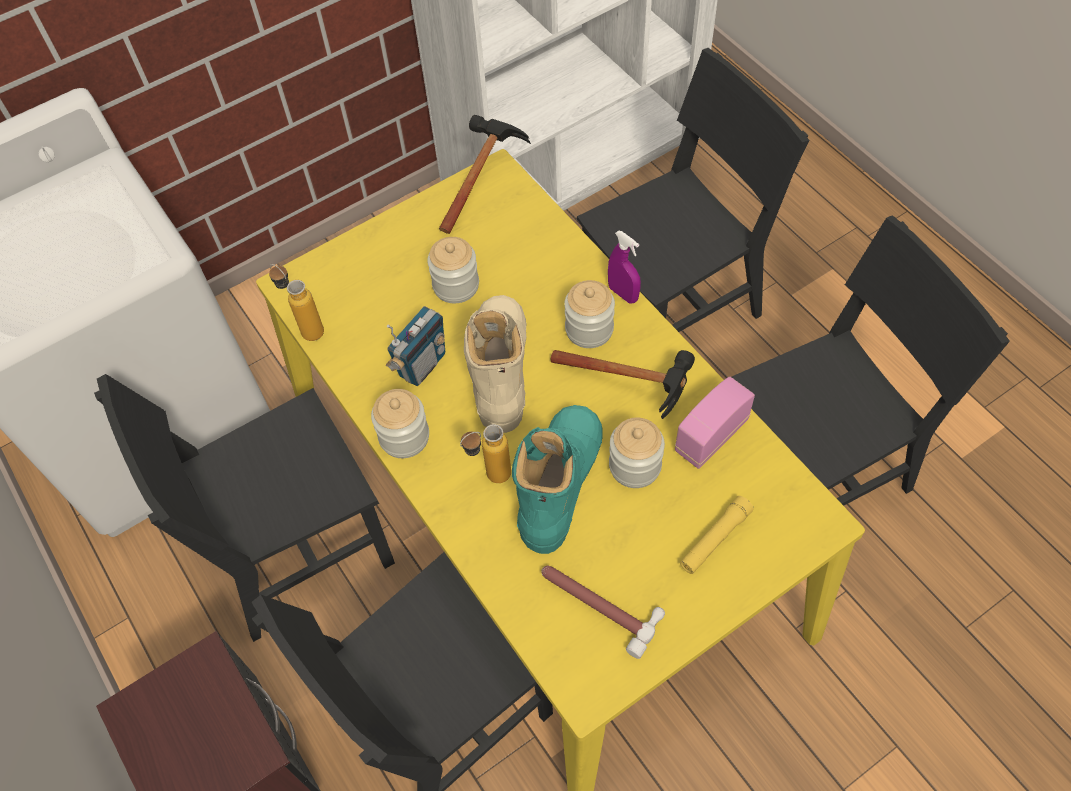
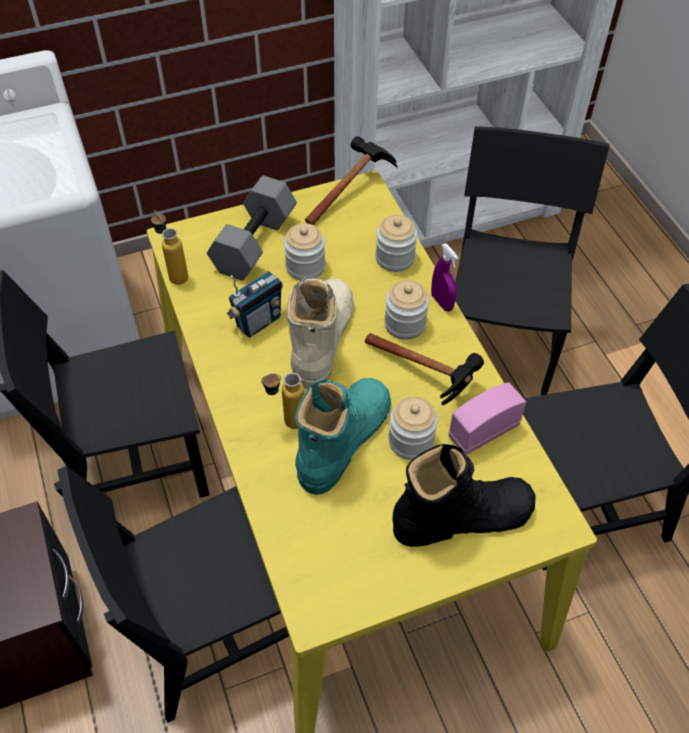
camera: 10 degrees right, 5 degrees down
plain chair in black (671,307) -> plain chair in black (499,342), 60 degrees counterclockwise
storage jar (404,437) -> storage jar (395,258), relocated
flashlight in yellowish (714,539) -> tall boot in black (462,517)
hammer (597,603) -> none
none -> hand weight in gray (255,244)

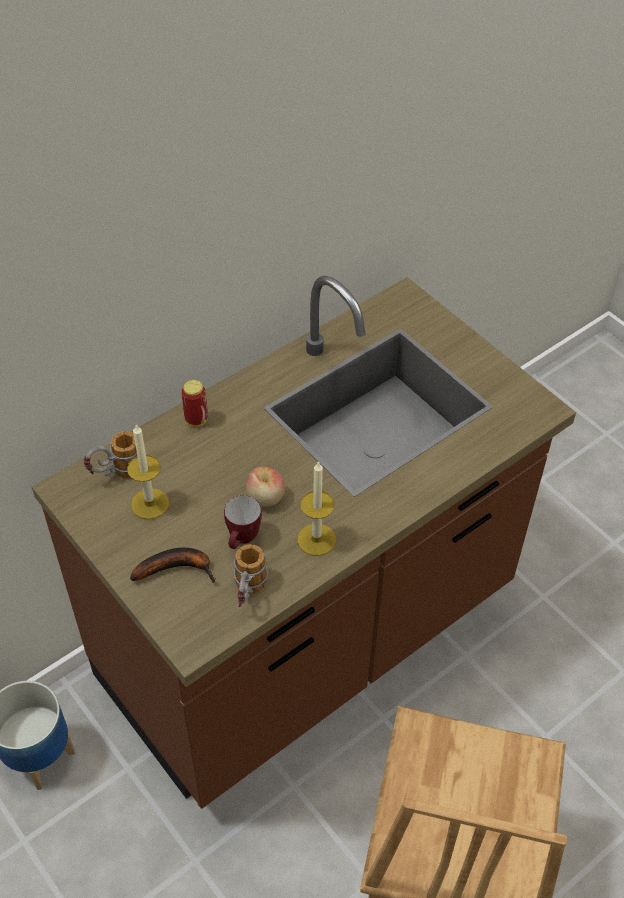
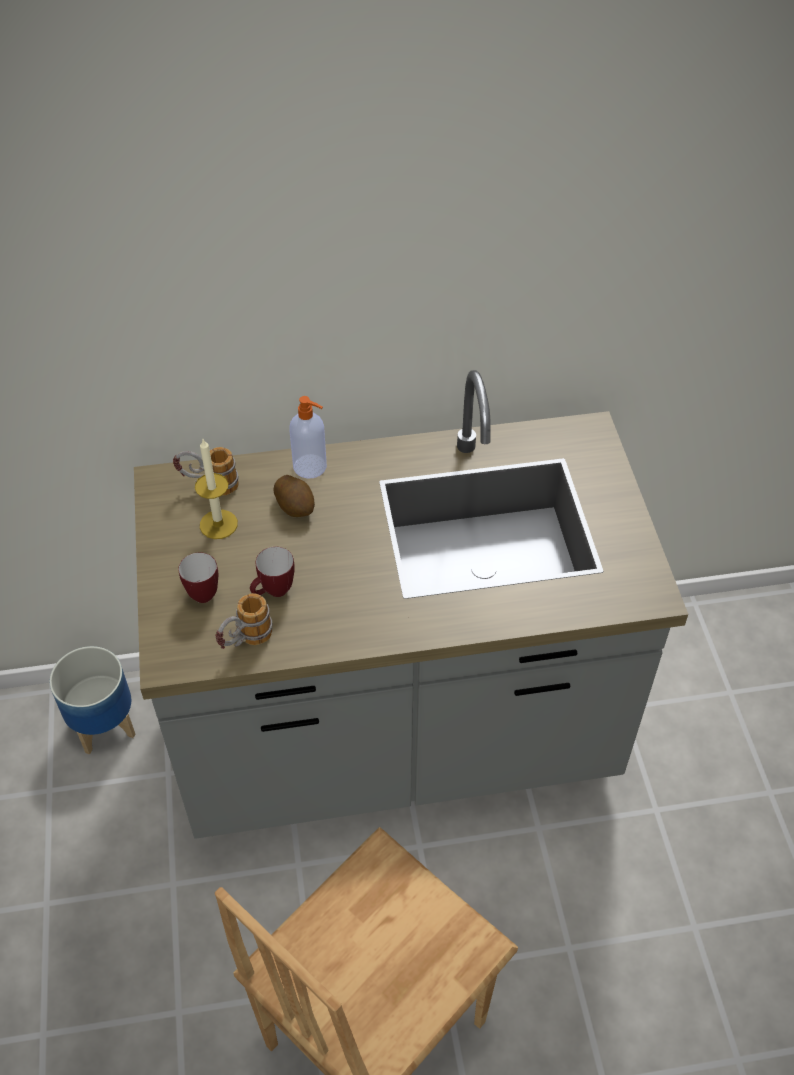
camera: 30 degrees right, 0 degrees up
kitchen counter in brown (309,638) -> kitchen counter in gray (397,737)
metal can (196,420) -> liquid soap bottle (311,467)
candle (316,539) -> none
whole apple (265,498) -> none
banana (177,568) -> mug (201,591)
none -> spud (295,506)

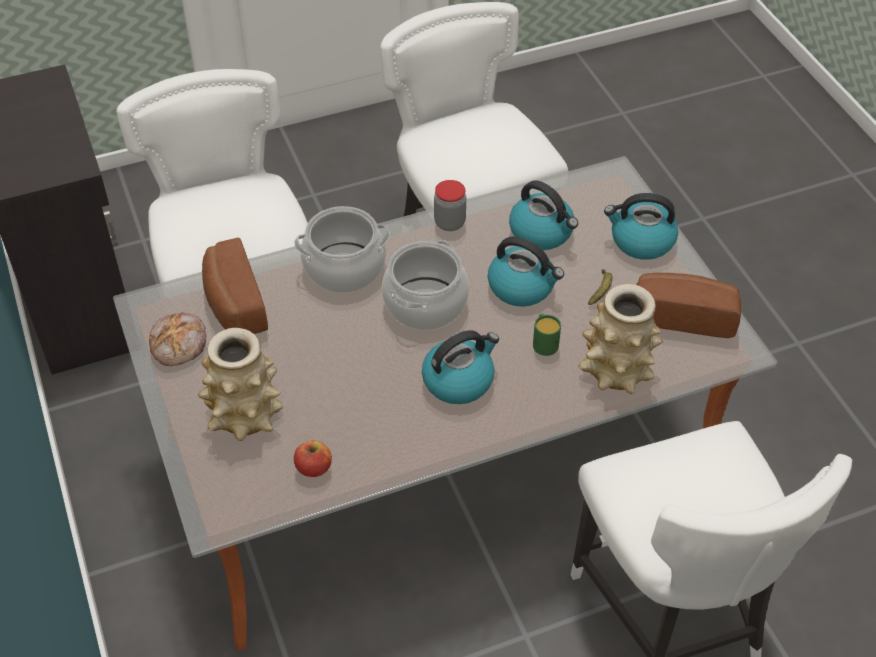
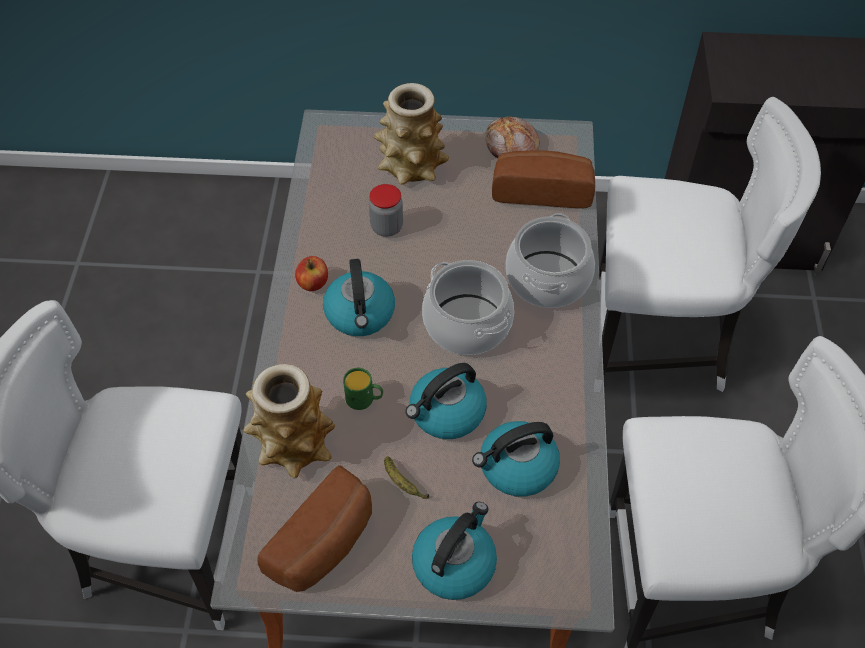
camera: 115 degrees right, 5 degrees up
storage jar (449,223) -> storage jar (386,227), relocated
whole apple (313,468) -> whole apple (313,283), relocated

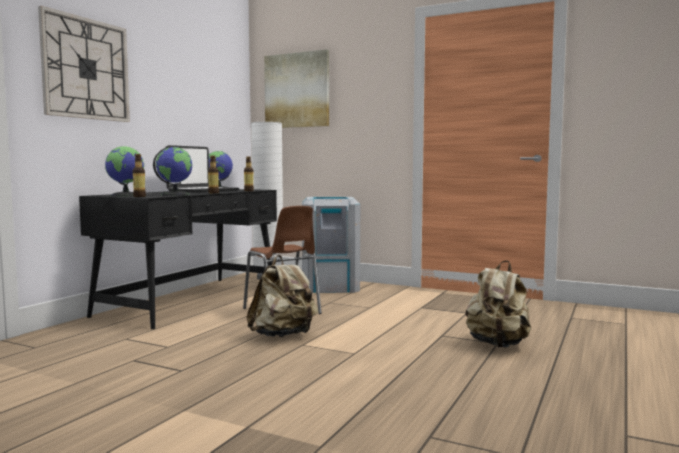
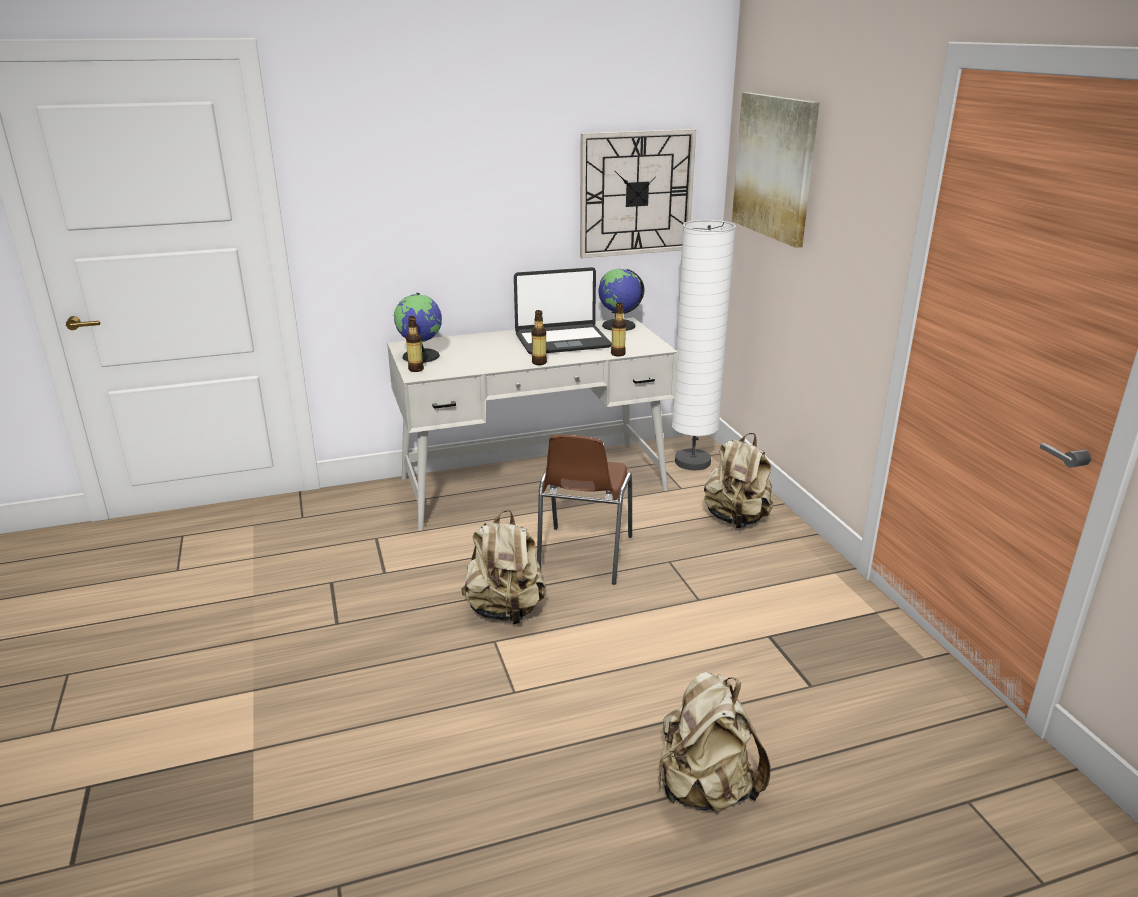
camera: 45 degrees right, 20 degrees up
hanging clock (86,69) -> hanging clock (636,193), relocated
globe (175,194) -> none
desk in black (193,300) -> desk in white (533,484)
trash can in gray (330,286) -> rucksack in sand-coloured (736,519)

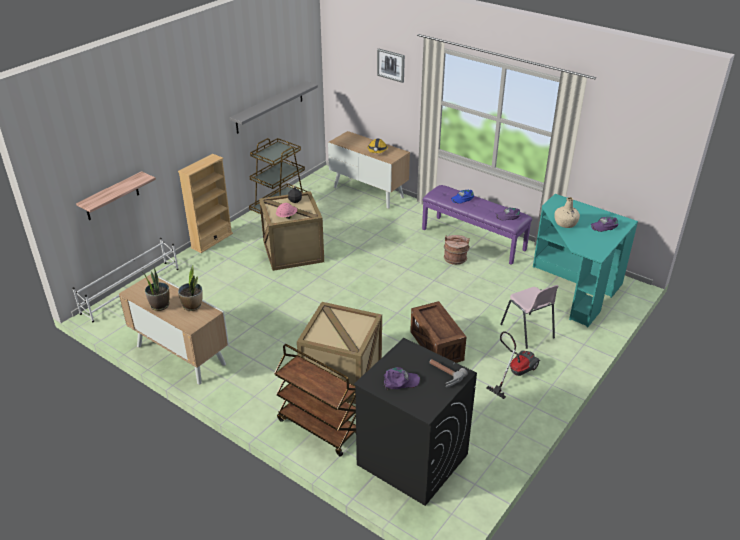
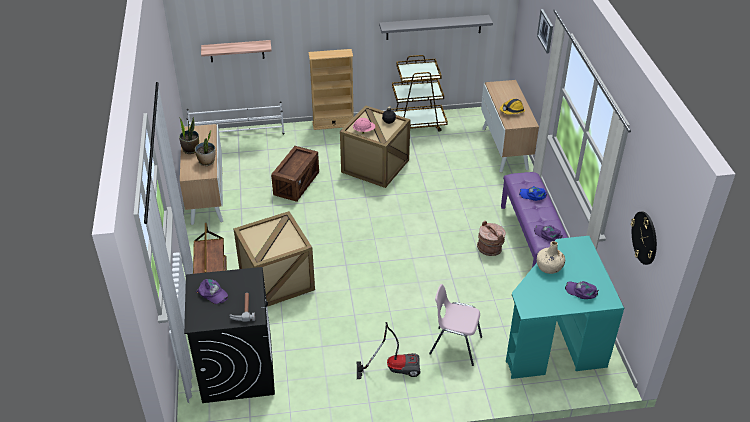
camera: 45 degrees right, 5 degrees up
plain chair in pink (527,331) -> plain chair in pink (455,345), 90 degrees clockwise
shipping crate (436,346) -> shipping crate (296,183), relocated
none -> hanging clock (644,238)

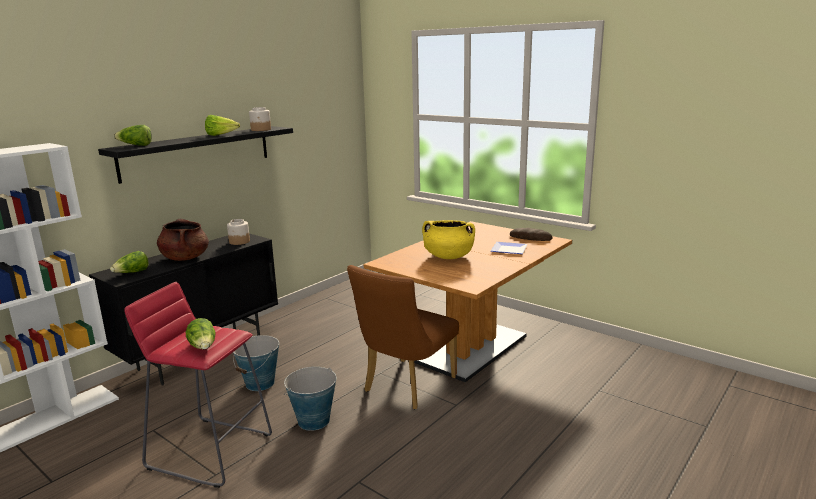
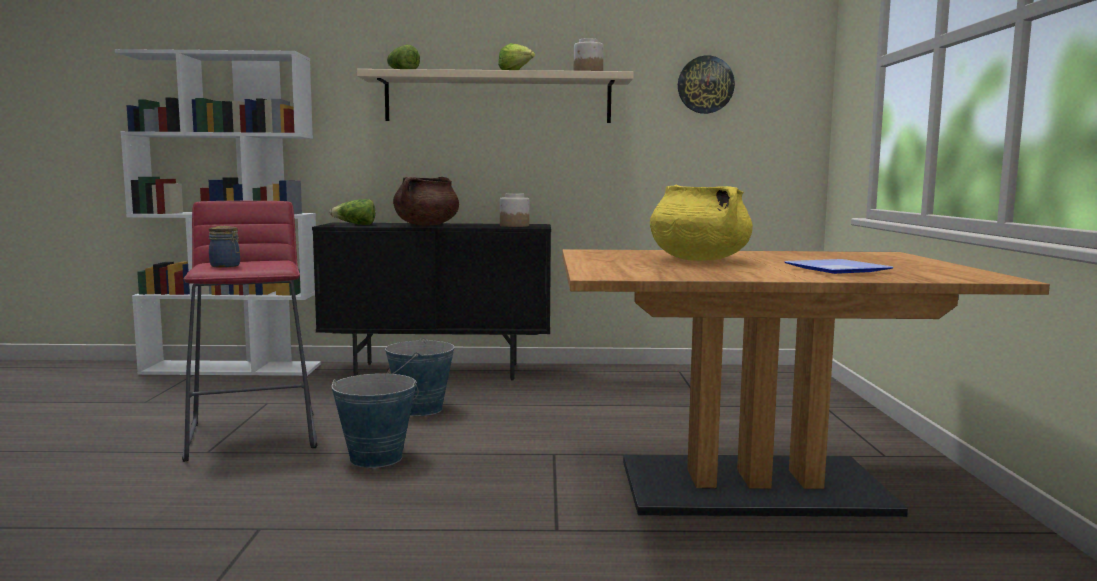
camera: 50 degrees right, 10 degrees down
wall shelf in black (197,152) -> wall shelf in sand-coloured (498,99)
baked bread (530,238) -> none
plain chair in brown (405,387) -> none
head of lettuce (203,347) -> storage jar (226,266)
none -> hanging clock (705,85)

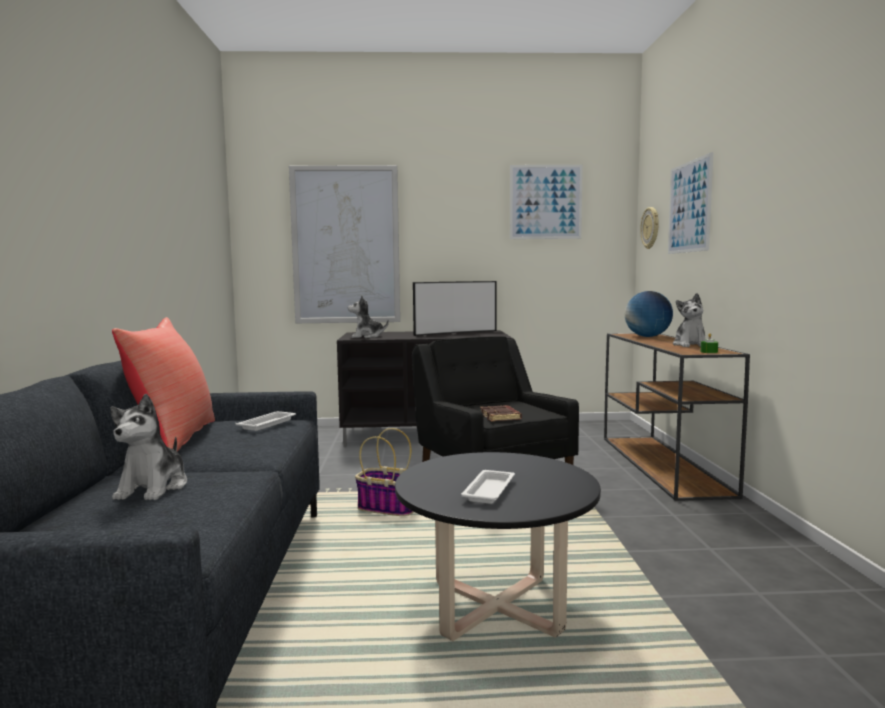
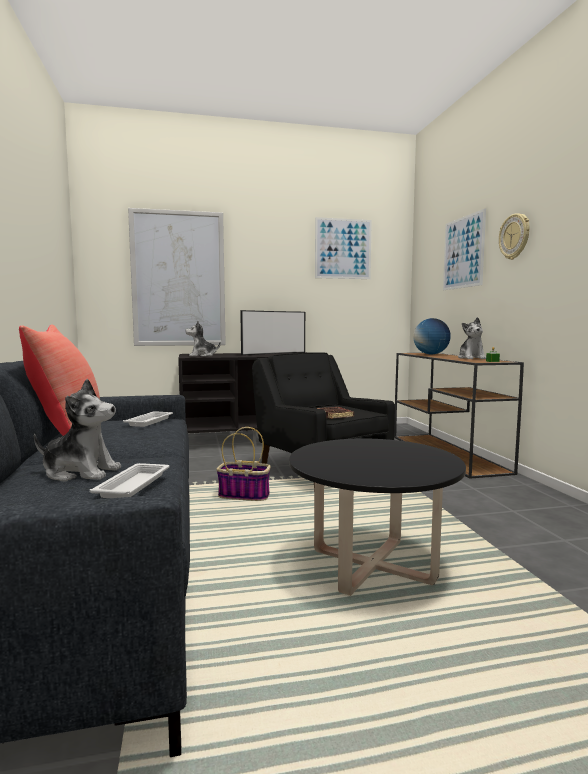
camera: 10 degrees left, 0 degrees up
hanging clock (650,228) -> hanging clock (514,236), relocated
cuddly toy (153,488) -> cuddly toy (80,472), 75 degrees counterclockwise
tray in white (489,490) -> tray in white (134,485), relocated

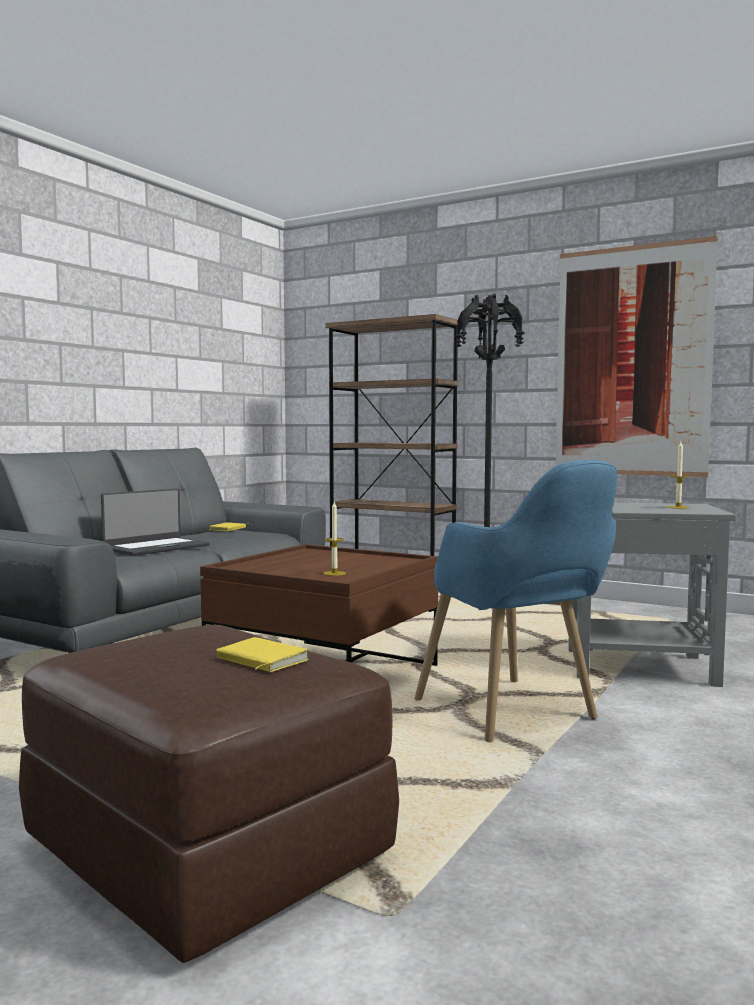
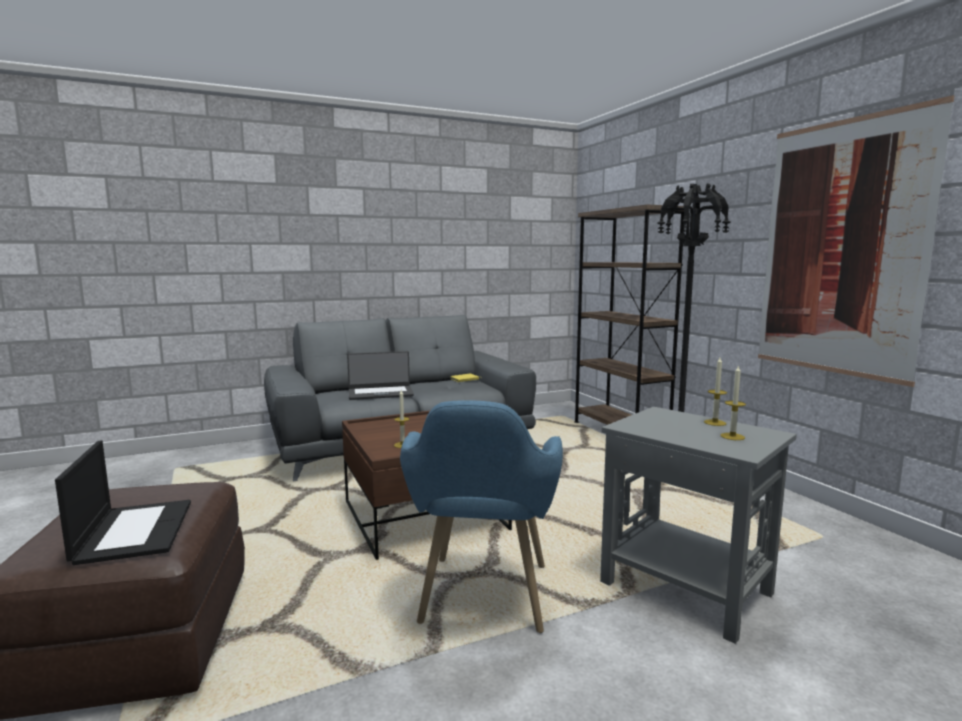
camera: 35 degrees right, 5 degrees up
bound book in yellowish (260,660) -> portable computer (134,531)
none -> candle (715,422)

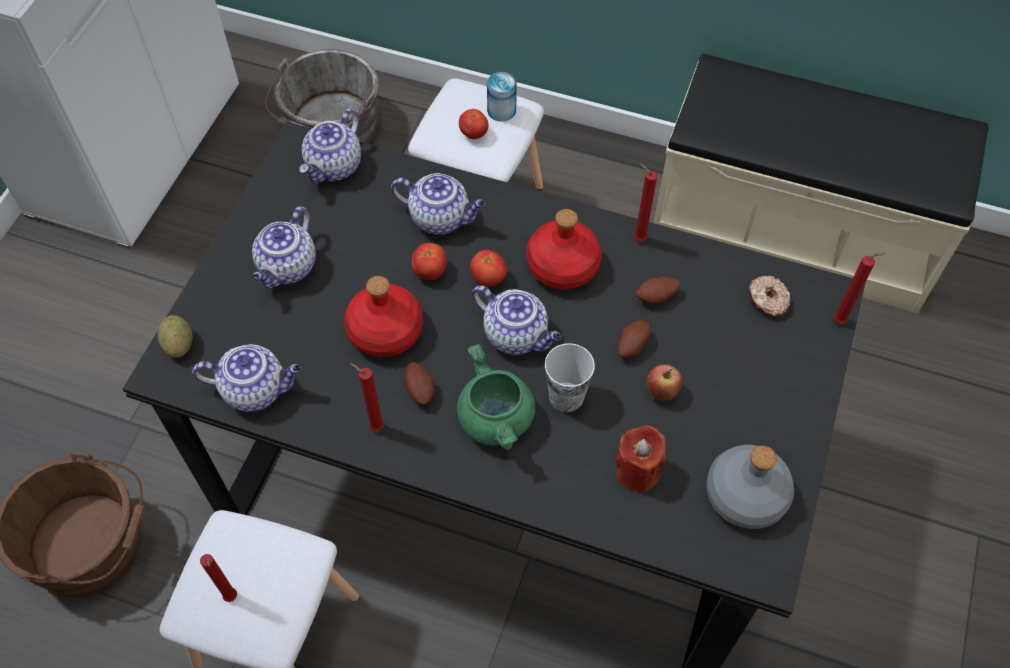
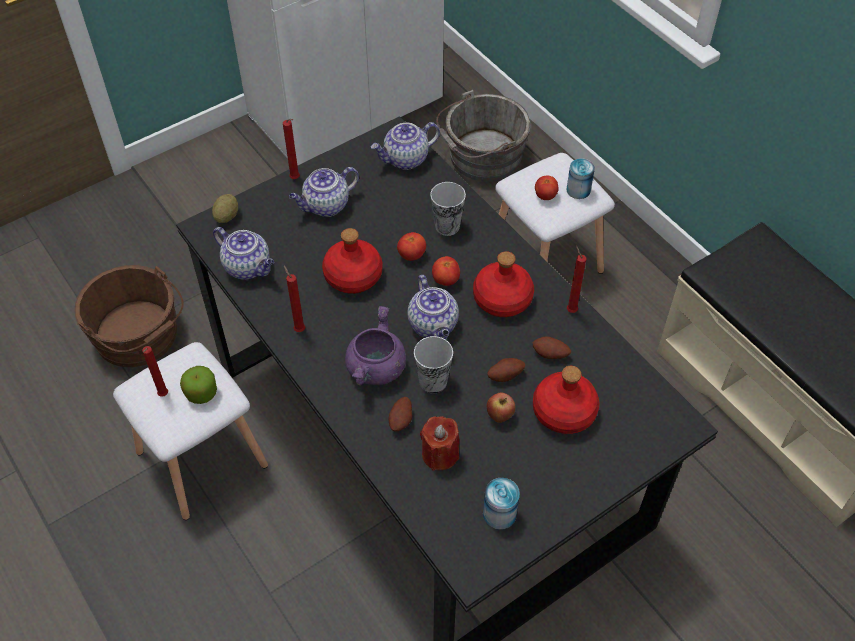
camera: 35 degrees right, 5 degrees down
pot for tea (441,218) -> small cup (447,226)
candle in red (841,321) -> candle in red (296,179), relocated
ring doughnut (767,300) -> none
stockpot in green (496,420) -> stockpot in purple-coloured (376,369)
spud (420,390) -> spud (401,420), relocated
drink bottle in gray (744,494) -> metal can (499,514)
none -> whole apple (201,393)
none -> drink bottle in red (564,411)

